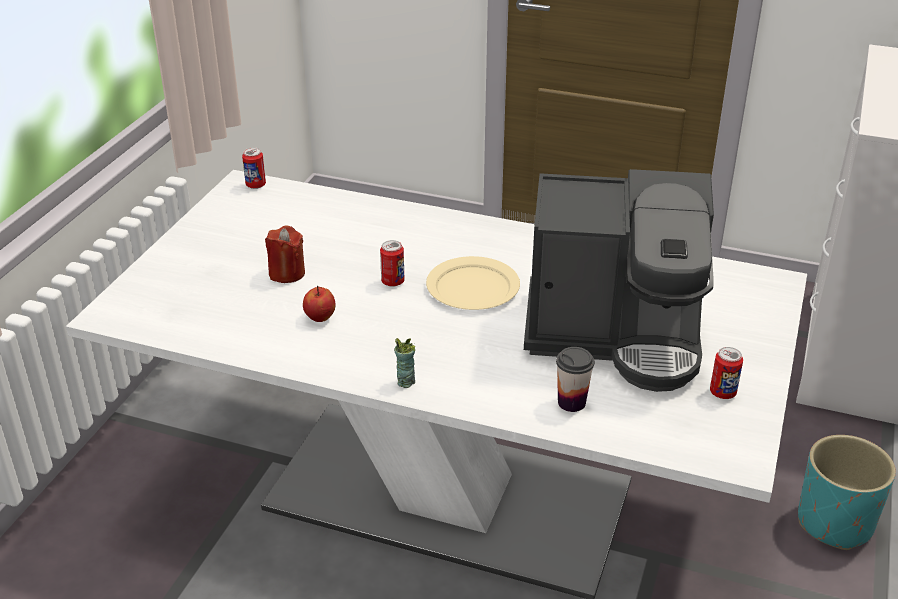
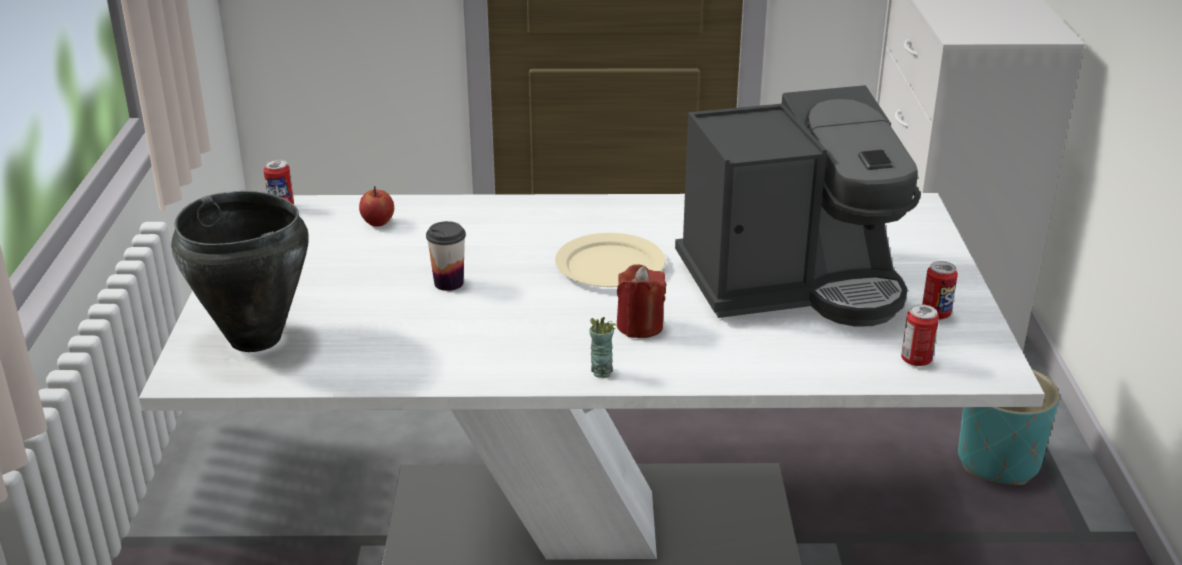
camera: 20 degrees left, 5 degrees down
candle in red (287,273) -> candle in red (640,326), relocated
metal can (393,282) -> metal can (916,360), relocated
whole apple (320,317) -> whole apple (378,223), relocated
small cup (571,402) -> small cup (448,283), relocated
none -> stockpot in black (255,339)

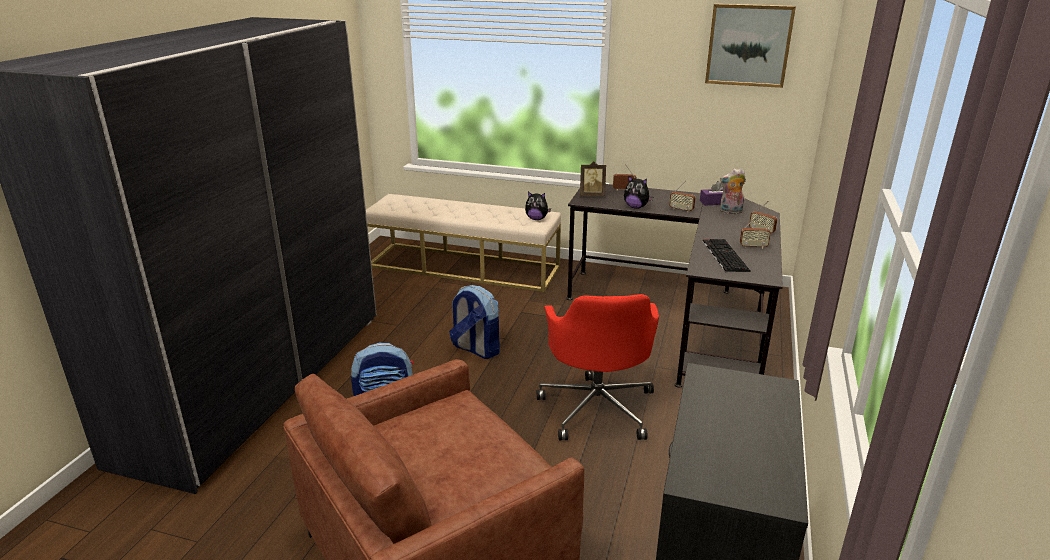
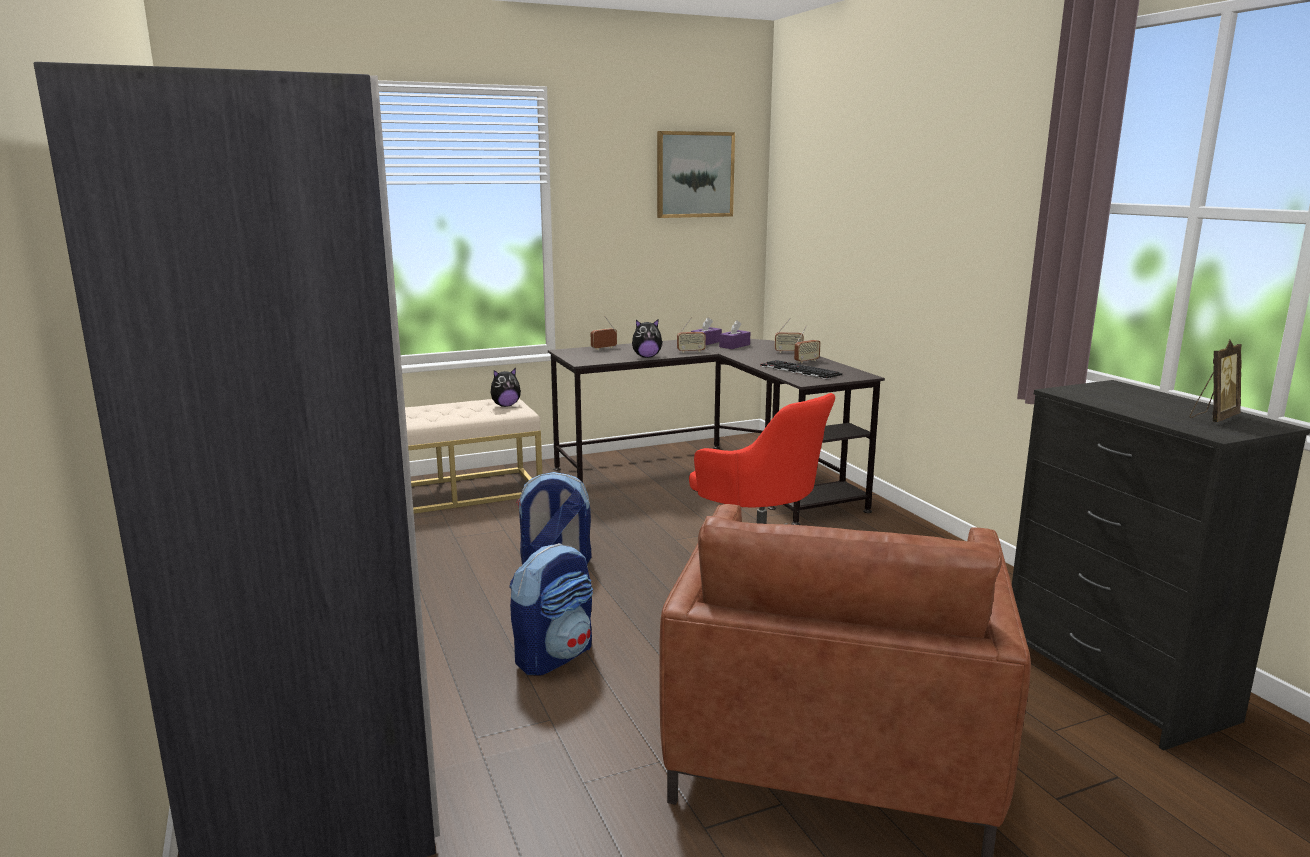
camera: 40 degrees left, 10 degrees down
photo frame (592,195) -> photo frame (1213,418), relocated
cuddly toy (730,212) -> tissue holder in purple-coloured (734,346)

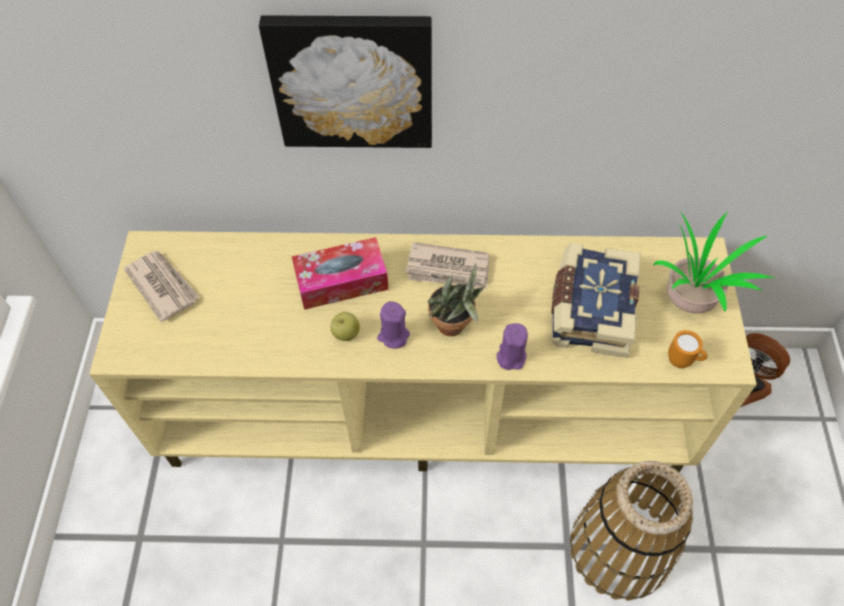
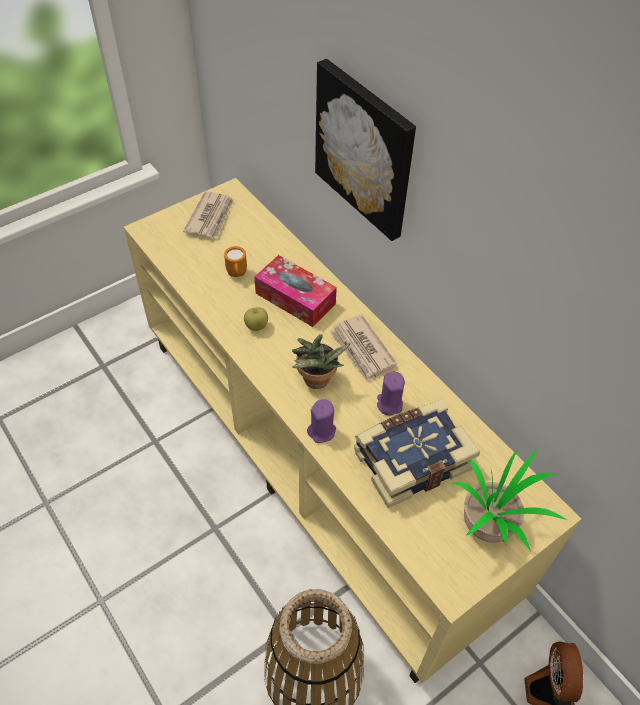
camera: 50 degrees right, 5 degrees down
candle in purple-coloured (393,336) -> candle in purple-coloured (389,404), relocated
mug in orangey (683,361) -> mug in orangey (237,275), relocated

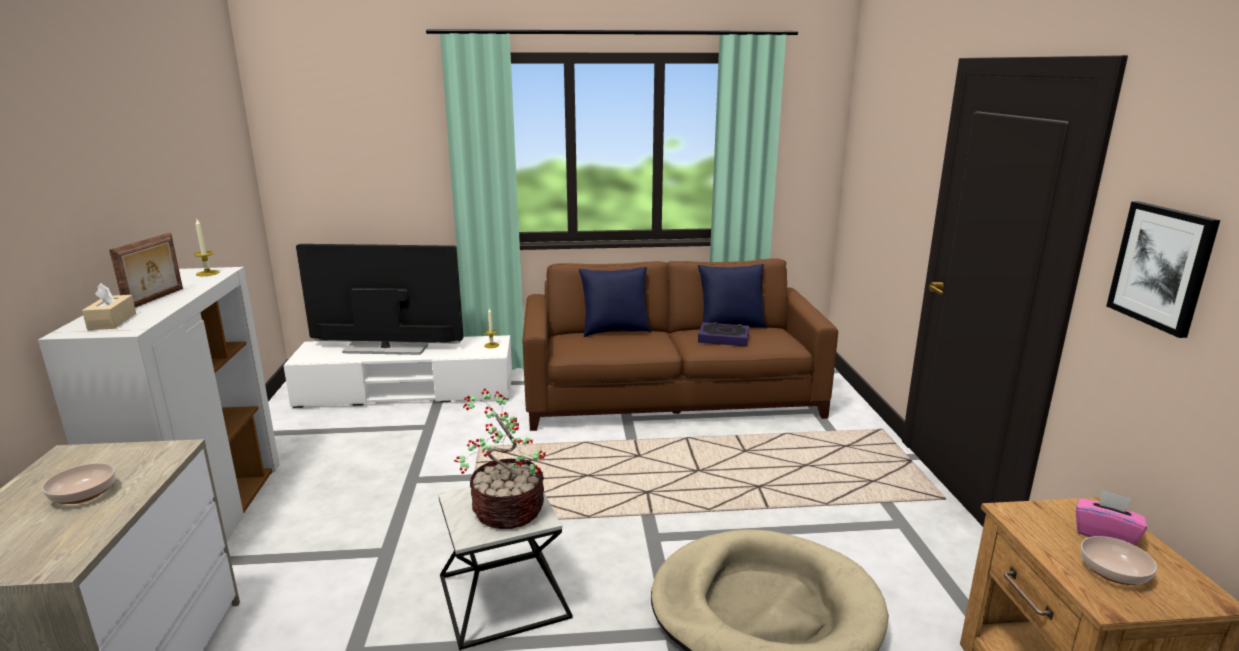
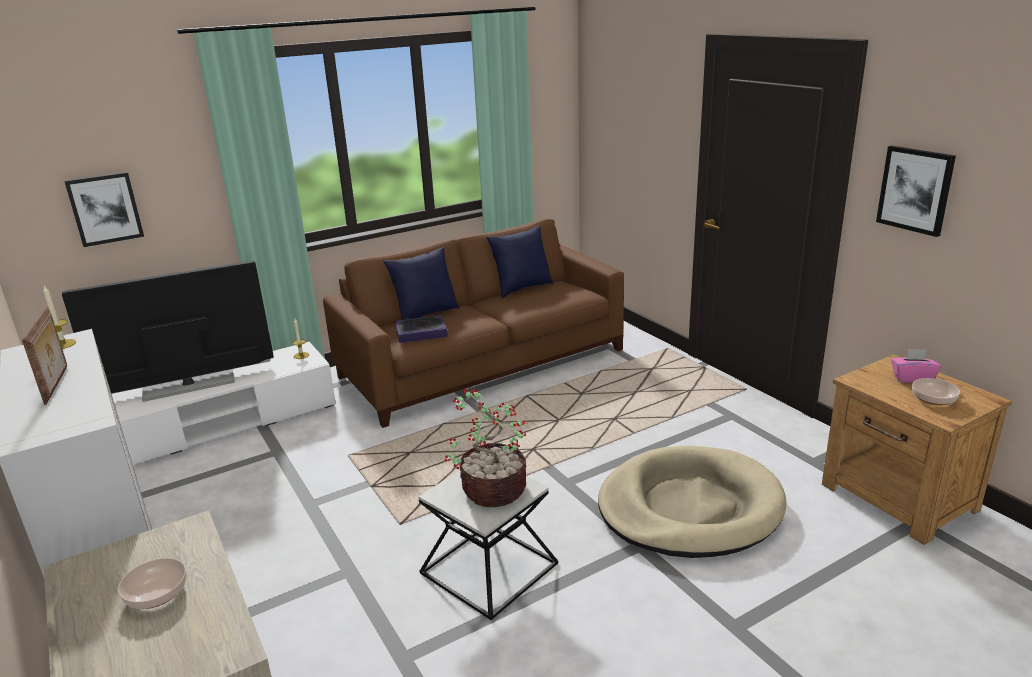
camera: 25 degrees left, 5 degrees up
tissue holder in sand-coloured (112,321) -> none
bound book (723,338) -> bound book (421,333), relocated
none -> picture (105,209)

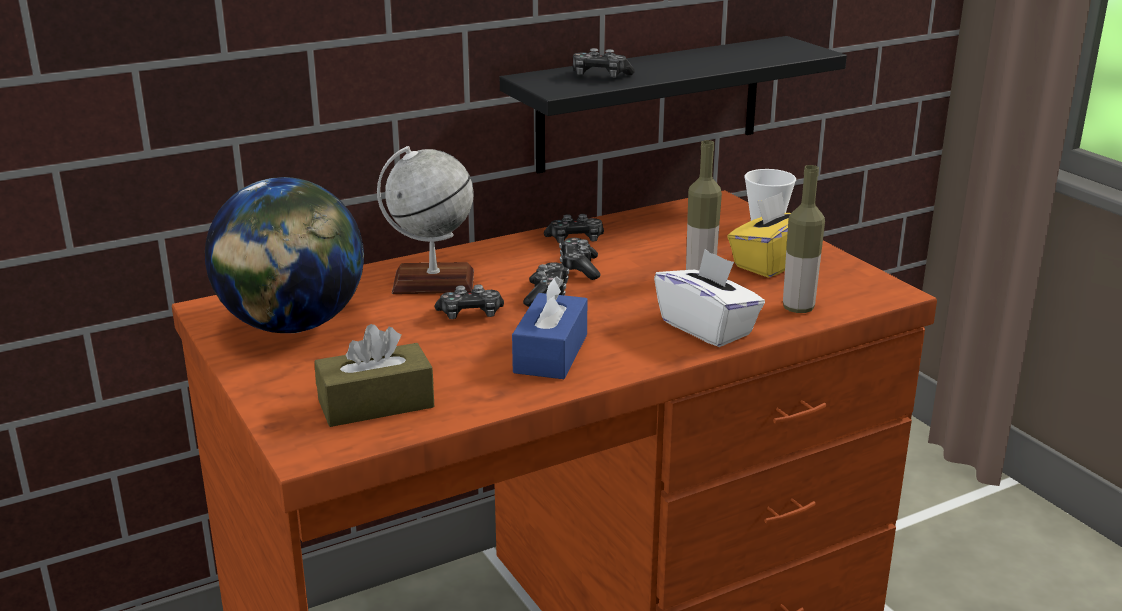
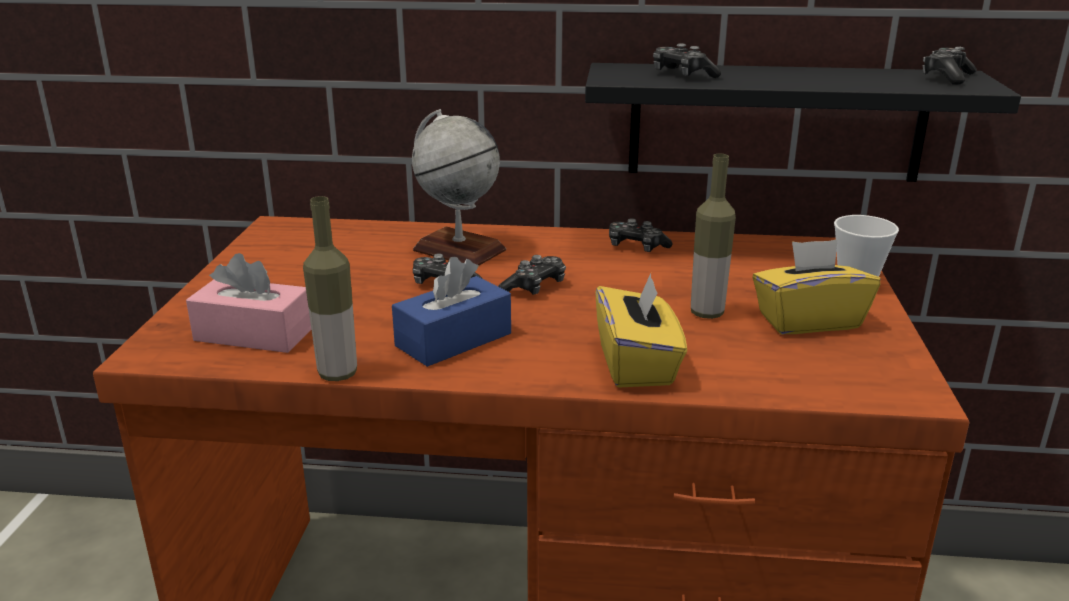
camera: 35 degrees right, 0 degrees up
drink bottle (798,308) -> drink bottle (337,374), relocated
globe (292,326) -> none
joypad (579,268) -> joypad (946,77), relocated
tissue holder in white (707,328) -> tissue holder in yellowish (637,364)
tissue holder in brown (376,404) -> tissue holder in pink (254,334)

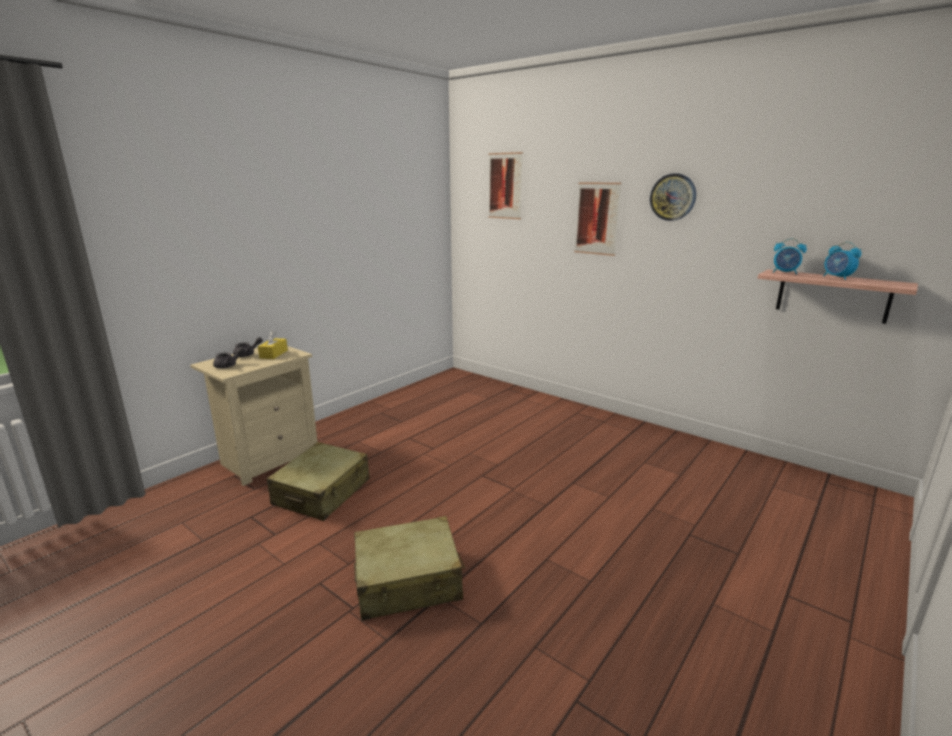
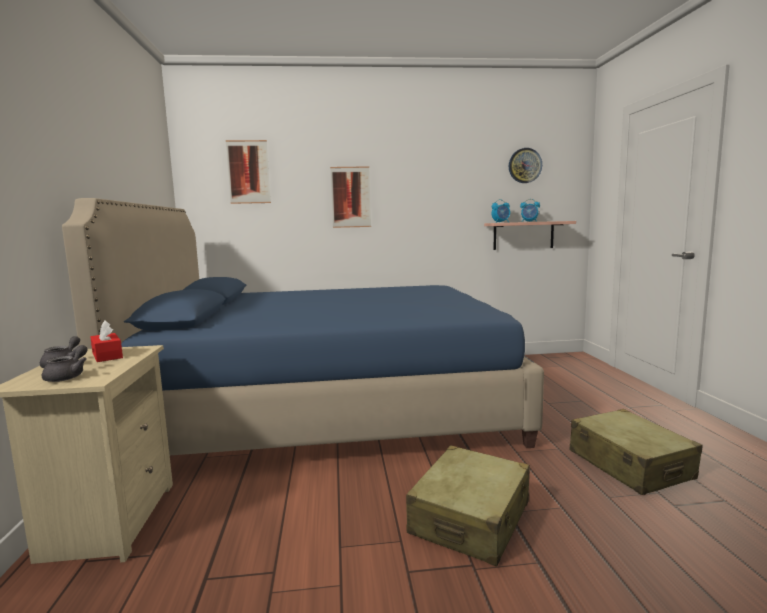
camera: 45 degrees left, 10 degrees down
hanging clock (673,197) -> hanging clock (524,165), relocated
tissue holder in yellowish (273,354) -> tissue holder in red (107,355)
travel case in sand-coloured (322,492) -> travel case in sand-coloured (630,465), relocated
none -> sleeping bed in blue (330,406)

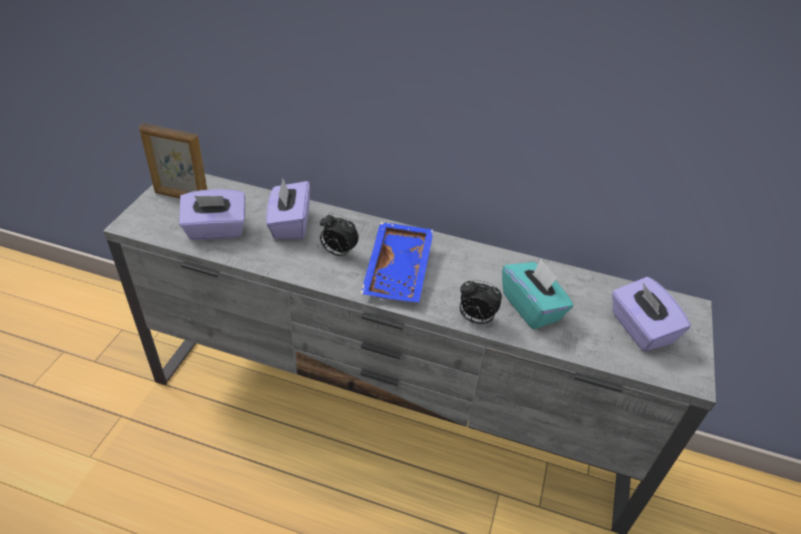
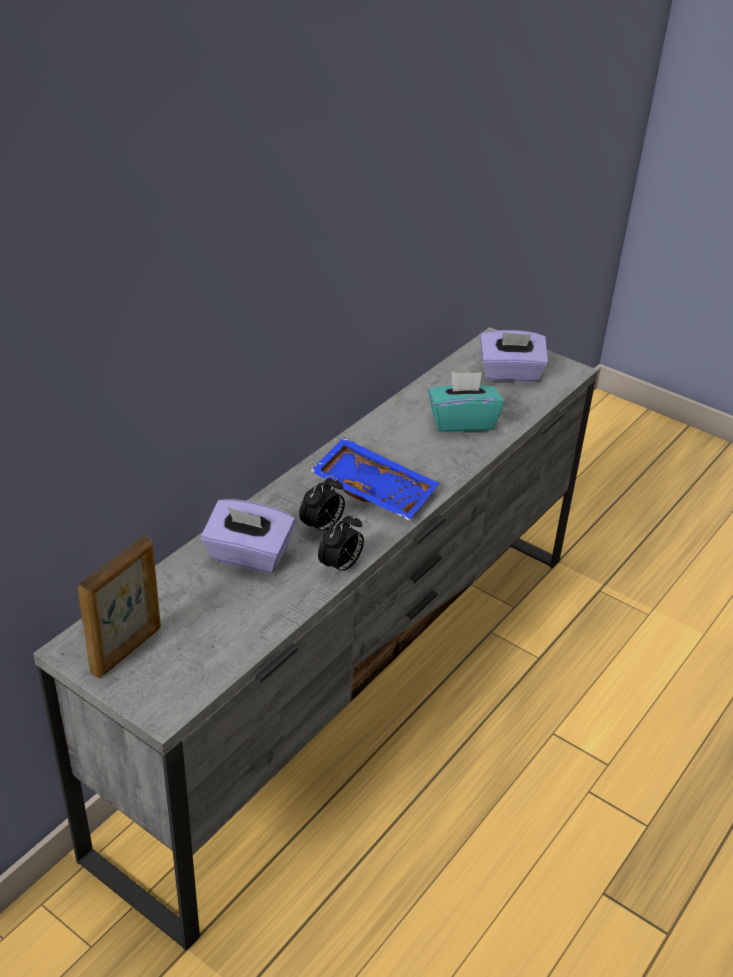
camera: 70 degrees left, 5 degrees down
tissue holder in purple-coloured (216,230) -> none
table clock (475,319) -> table clock (340,566), relocated

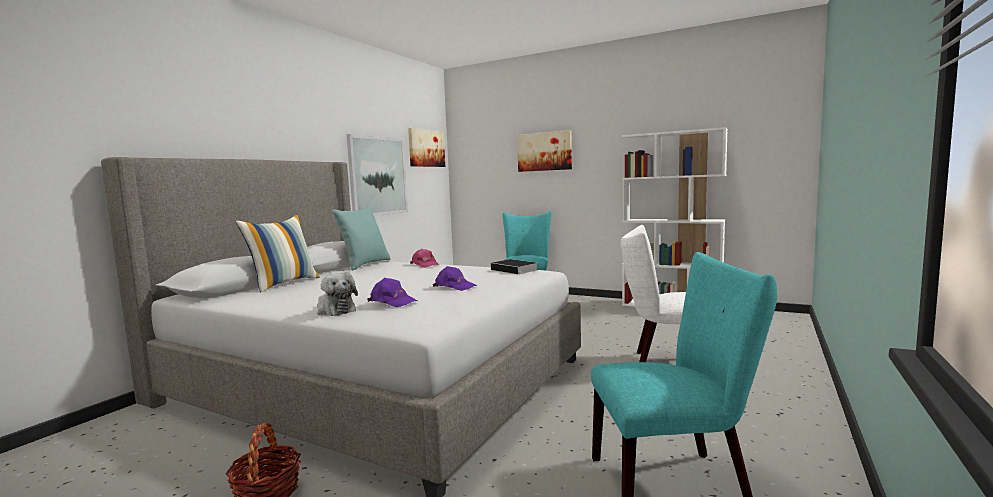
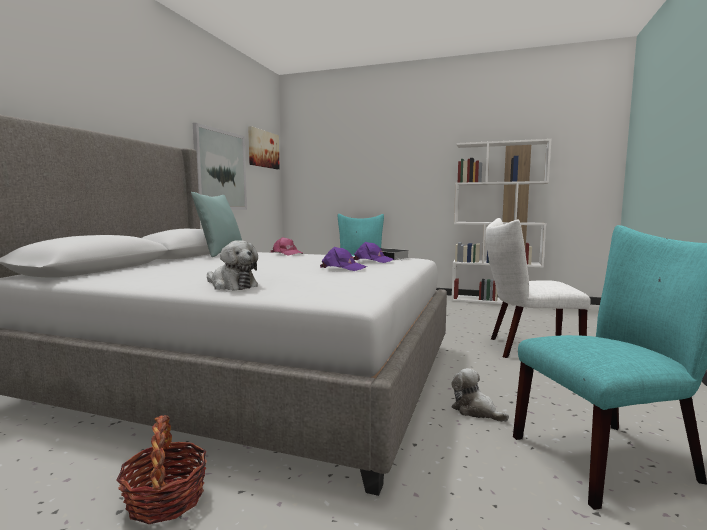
camera: 10 degrees left, 0 degrees up
picture (544,151) -> none
throw pillow (284,284) -> none
baseball cap in purple-coloured (392,302) -> baseball cap in purple-coloured (372,260), relocated
none -> cuddly toy (475,411)

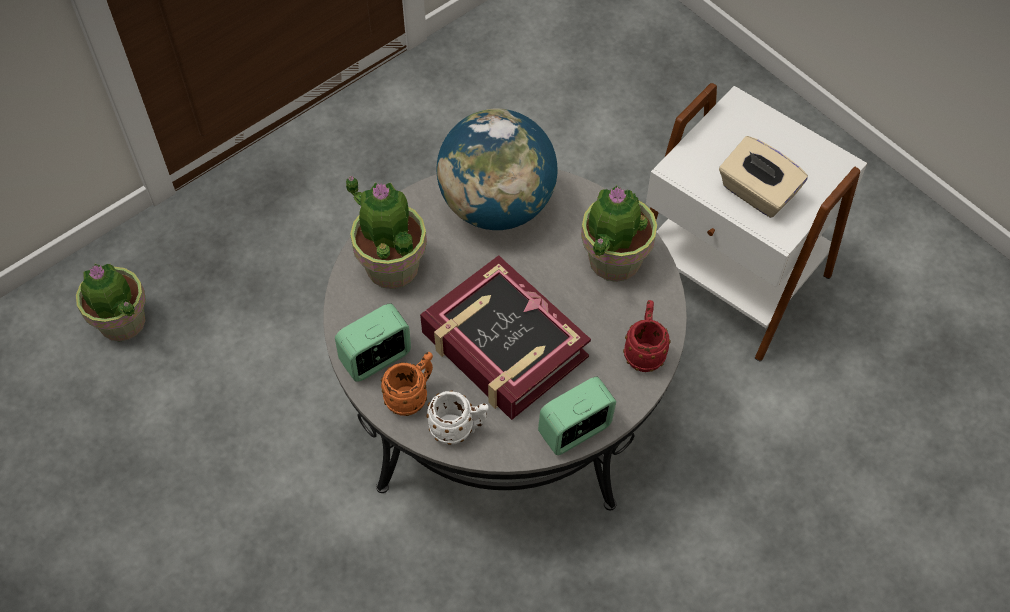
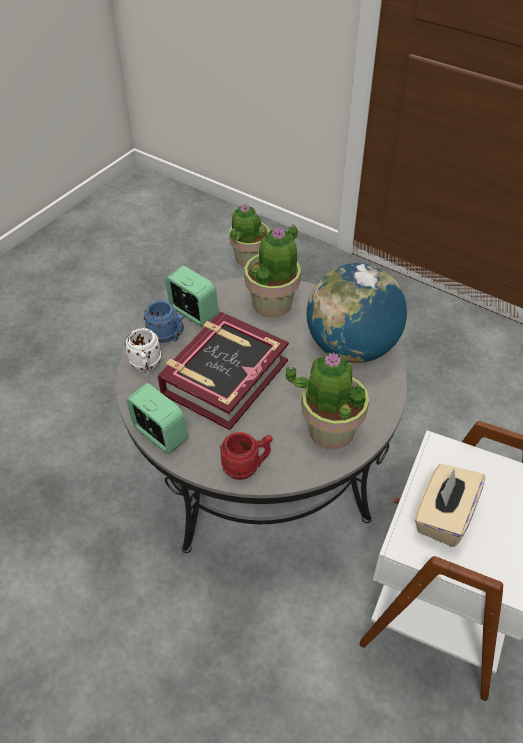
camera: 75 degrees right, 10 degrees down
mug in orangey (412,396) -> mug in blue (168,336)

